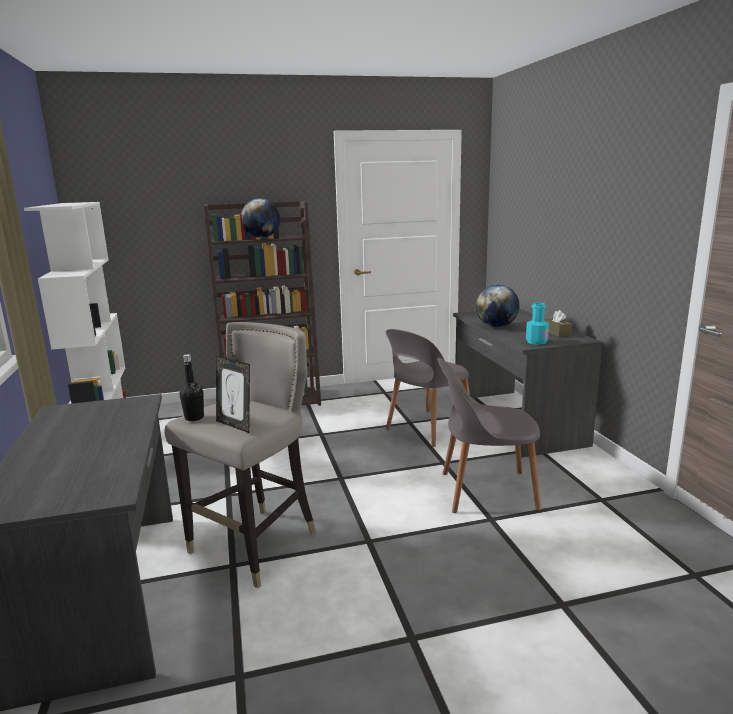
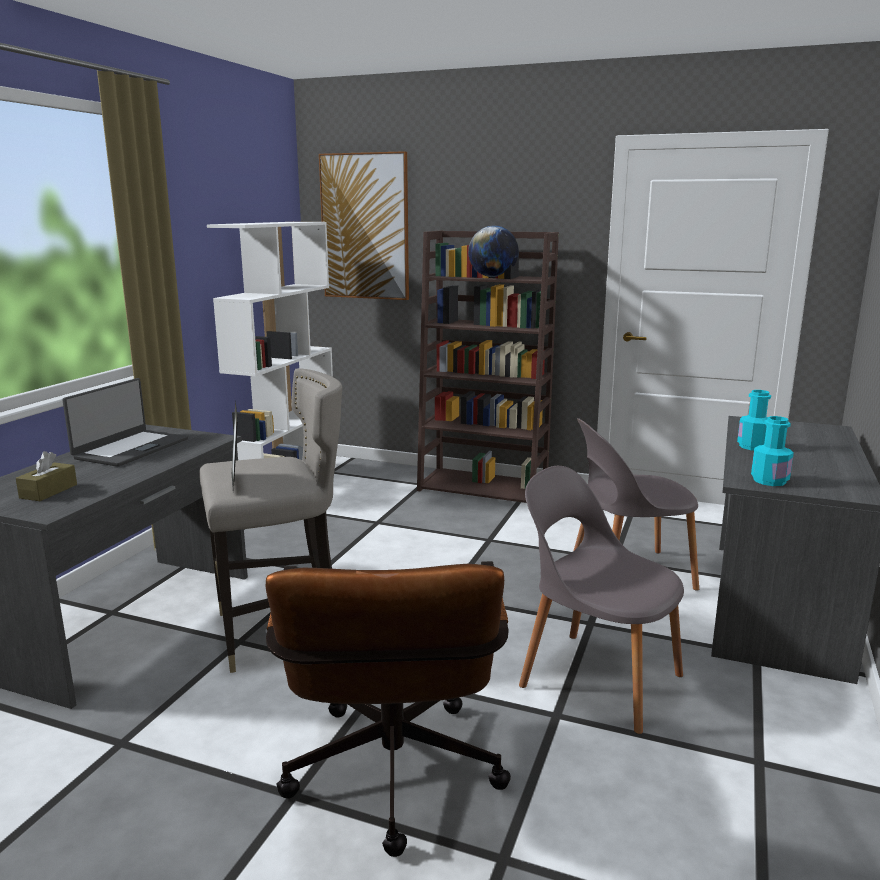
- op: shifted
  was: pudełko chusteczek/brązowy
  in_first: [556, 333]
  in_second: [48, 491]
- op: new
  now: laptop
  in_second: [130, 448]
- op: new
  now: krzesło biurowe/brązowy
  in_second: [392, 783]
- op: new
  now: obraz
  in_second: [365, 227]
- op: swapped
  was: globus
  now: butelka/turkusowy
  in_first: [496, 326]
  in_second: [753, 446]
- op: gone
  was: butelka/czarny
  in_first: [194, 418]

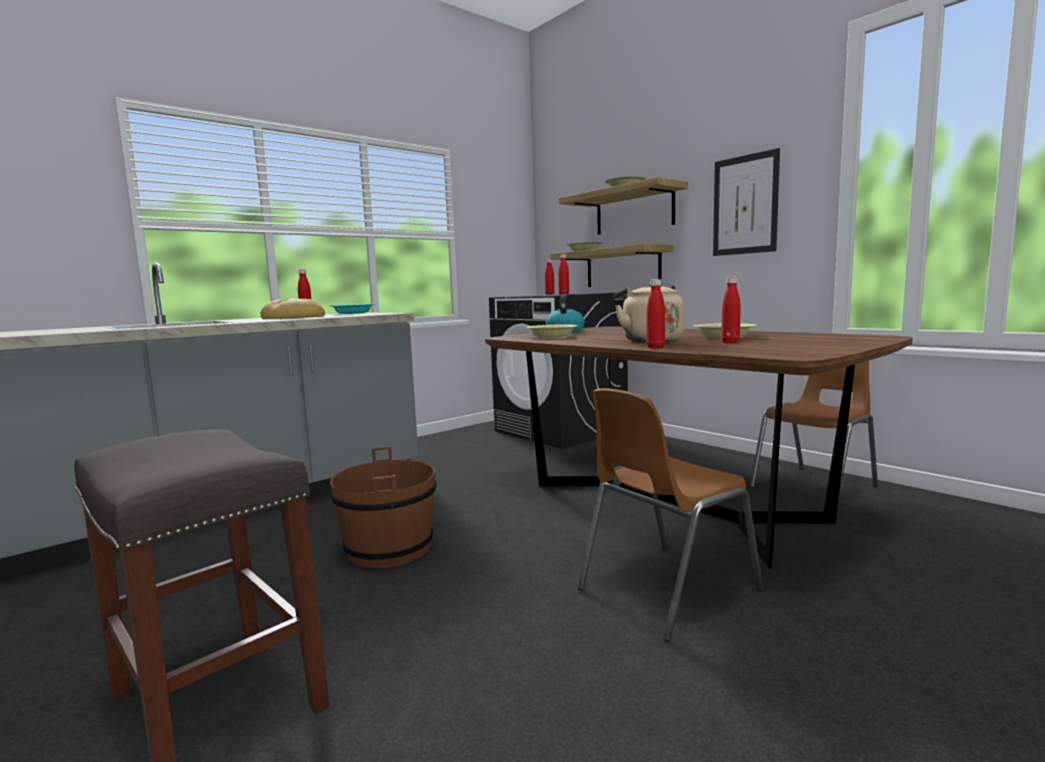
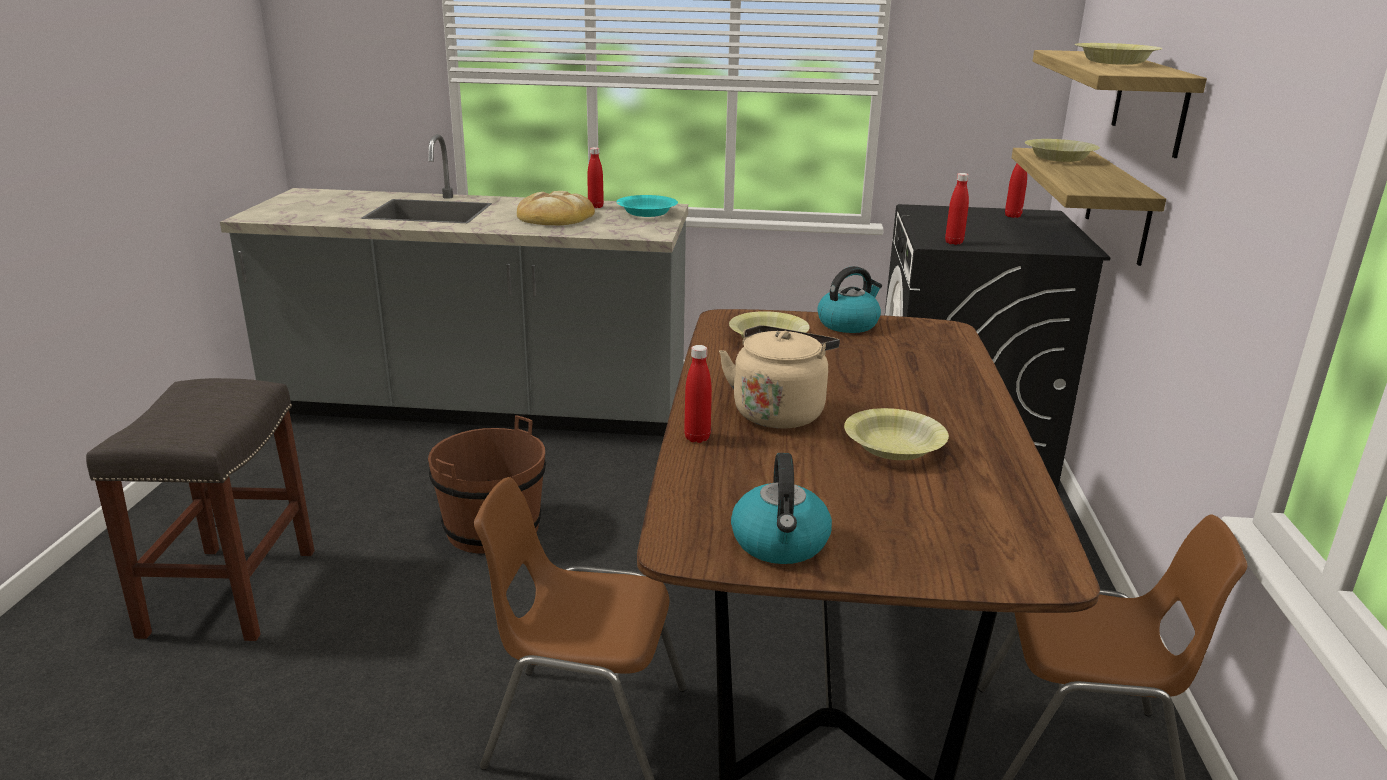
- op: new
  now: czajnik
  in_second: [780, 543]
- op: gone
  was: obraz
  in_first: [745, 205]
- op: gone
  was: butelka/czerwony
  in_first: [730, 342]

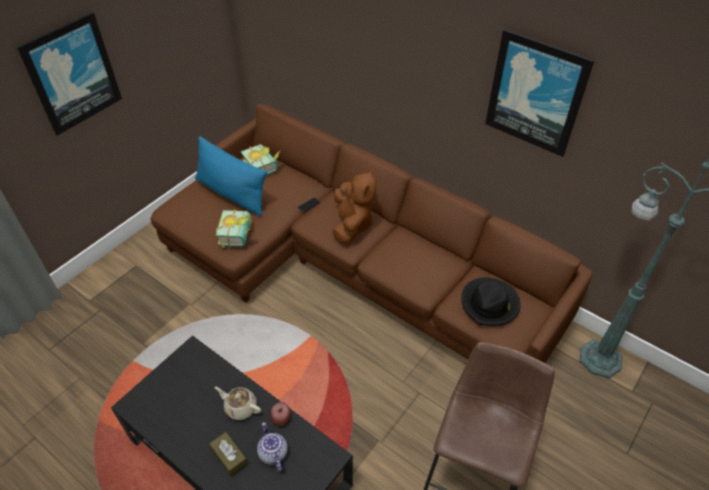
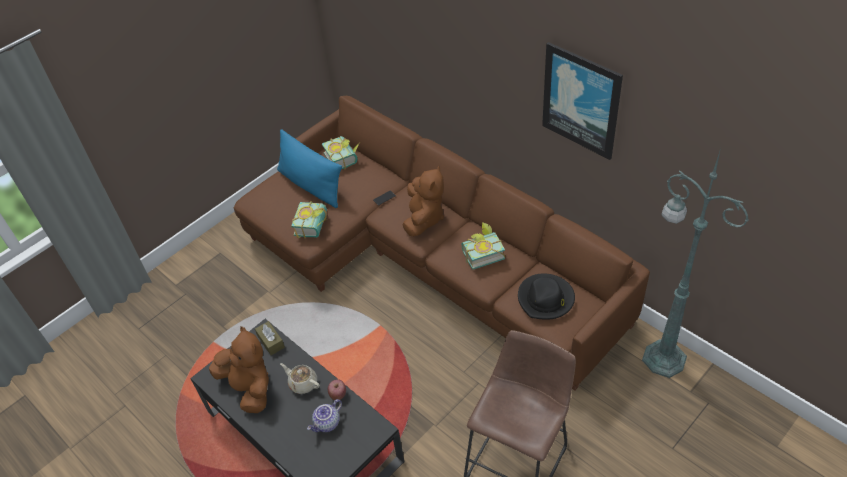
- op: new
  now: pluszak/brązowy
  in_second: [249, 388]
- op: shifted
  was: pudełko chusteczek/brązowy
  in_first: [229, 457]
  in_second: [271, 341]
- op: rotated
  was: imbryk
  in_first: [272, 453]
  in_second: [327, 424]
  clockwise: -120
- op: new
  now: książka
  in_second: [481, 253]
- op: gone
  was: obraz
  in_first: [72, 74]

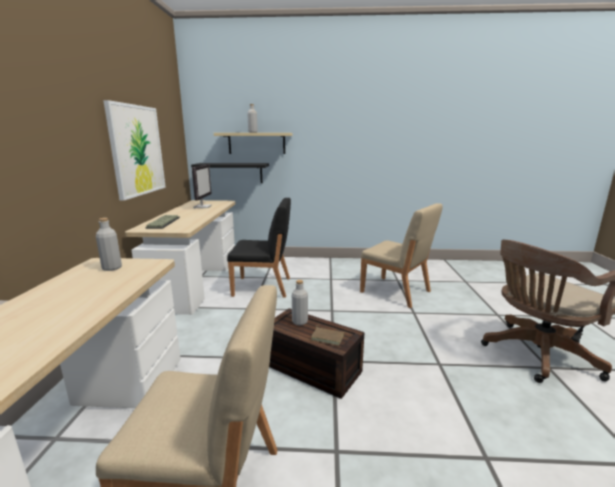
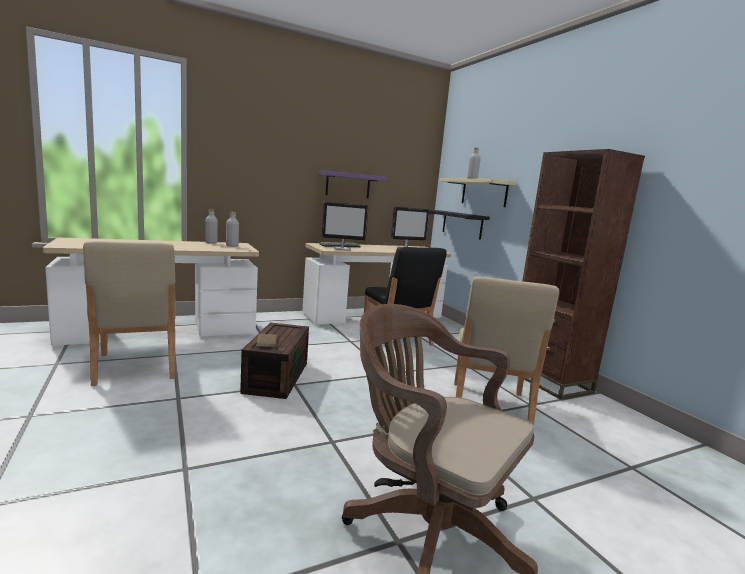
- op: shifted
  was: butelka/szary
  in_first: [299, 322]
  in_second: [211, 242]
- op: swapped
  was: obraz
  now: półka/fioletowy
  in_first: [137, 150]
  in_second: [348, 185]
- op: new
  now: monitor
  in_second: [342, 249]
- op: new
  now: regał/brązowy
  in_second: [548, 381]

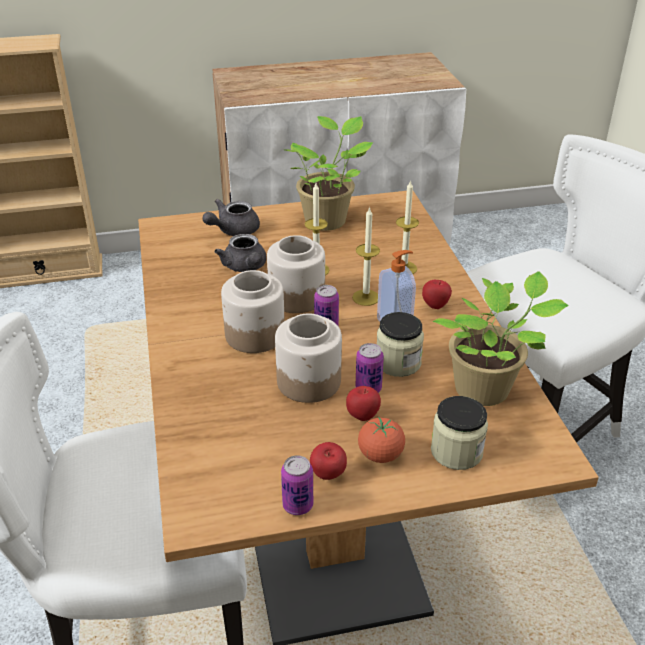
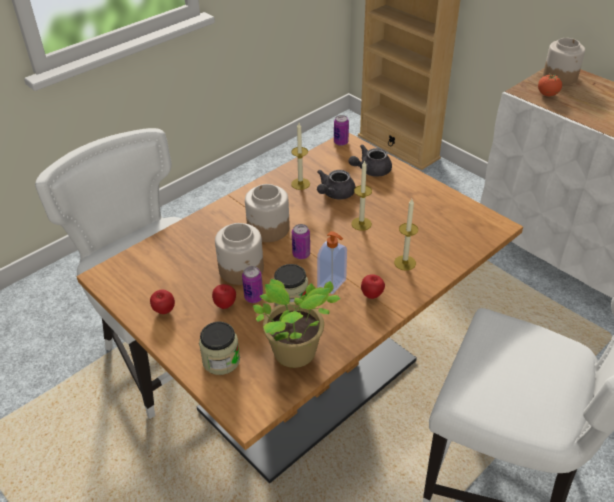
- op: shifted
  was: świeca
  in_first: [366, 297]
  in_second: [300, 184]
- op: shifted
  was: puszka
  in_first: [298, 505]
  in_second: [341, 142]
- op: rotated
  was: imbryk/szary
  in_first: [233, 231]
  in_second: [370, 170]
  clockwise: -45
- op: shifted
  was: pomidor
  in_first: [380, 455]
  in_second: [547, 94]
- op: shifted
  was: słoik
  in_first: [296, 297]
  in_second: [560, 76]
- op: gone
  was: roślina doniczkowa
  in_first: [327, 219]

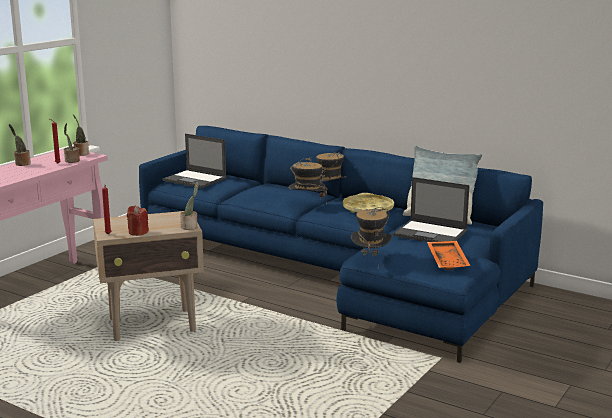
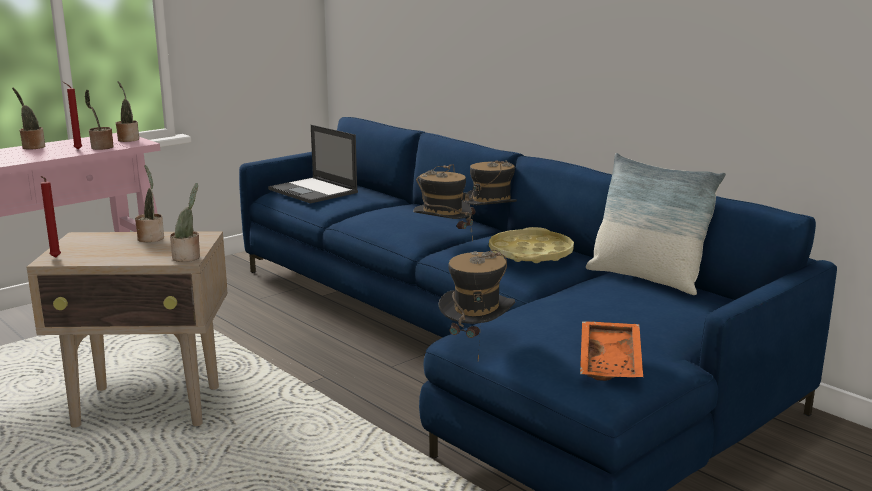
- op: new
  now: roślina doniczkowa
  in_second: [151, 238]
- op: gone
  was: świeca/czerwony
  in_first: [138, 232]
- op: gone
  was: laptop
  in_first: [431, 233]

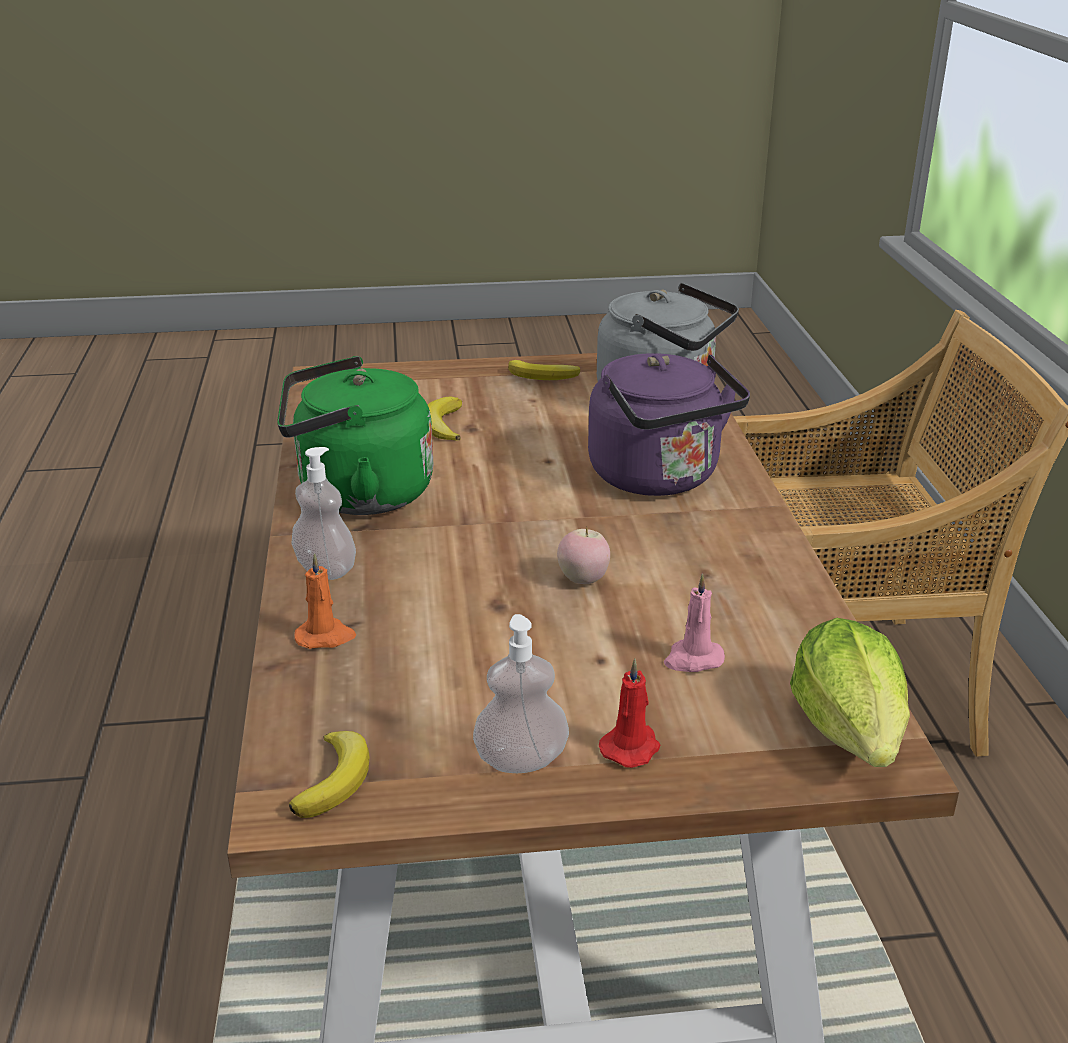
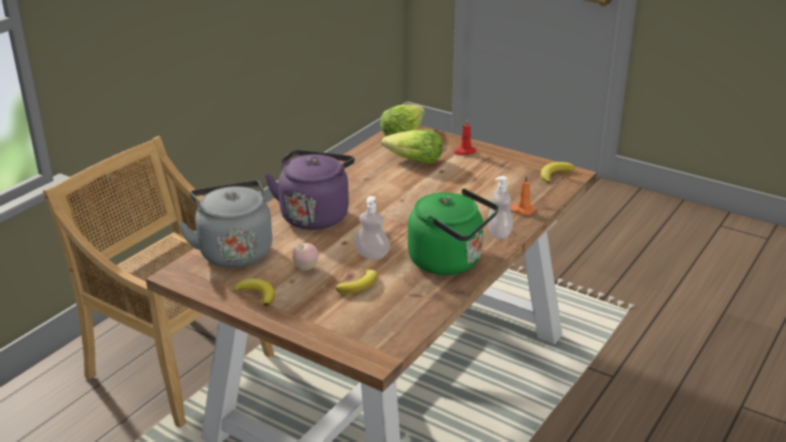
- op: shifted
  was: jabłko
  in_first: [583, 580]
  in_second: [306, 268]
- op: shifted
  was: dozownik mydła
  in_first: [521, 760]
  in_second: [372, 255]
- op: swapped
  was: świeca/różowy
  now: sałata
  in_first: [693, 659]
  in_second: [414, 161]

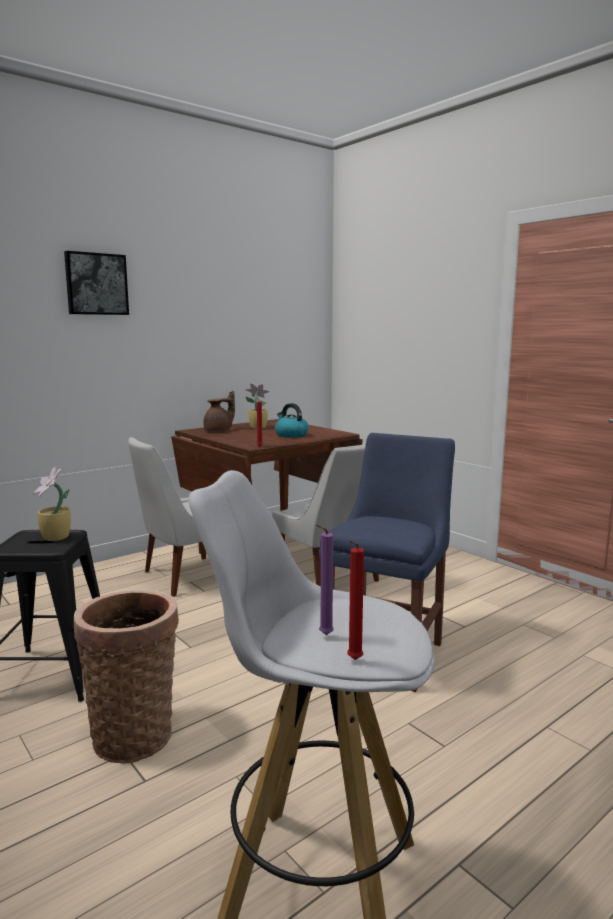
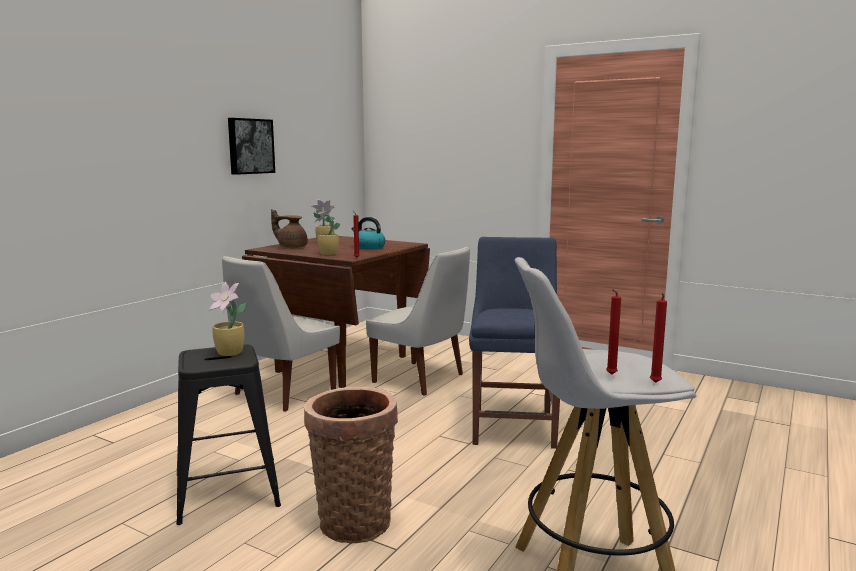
- op: shifted
  was: obraz
  in_first: [96, 284]
  in_second: [250, 146]
- op: rotated
  was: imbryk/brązowy
  in_first: [219, 430]
  in_second: [291, 247]
  clockwise: -105
- op: new
  now: roślina doniczkowa
  in_second: [328, 253]
- op: repainted
  was: świeca/fioletowy
  now: świeca/czerwony
  in_first: [323, 635]
  in_second: [610, 375]

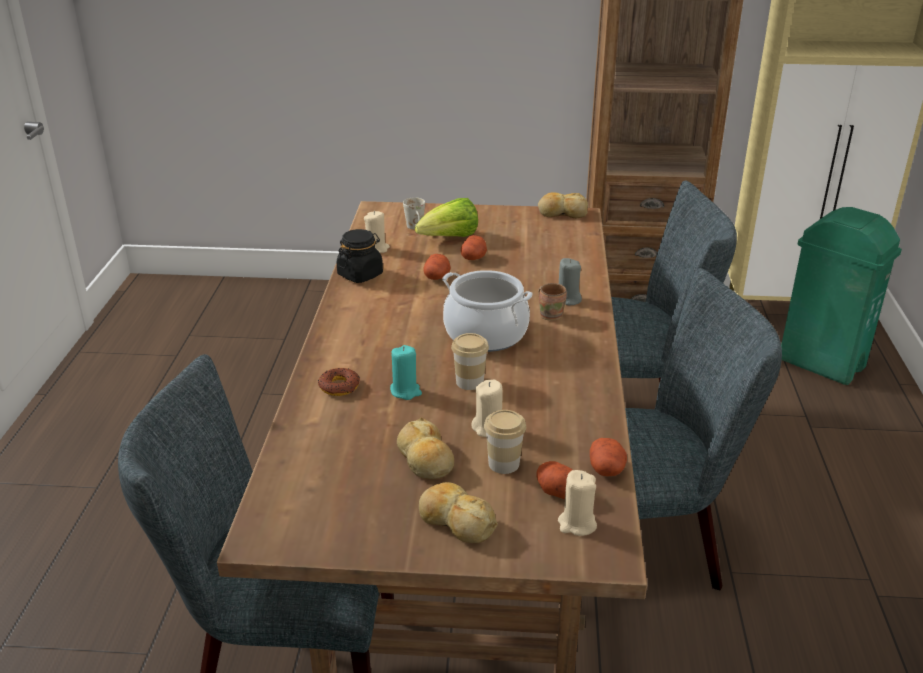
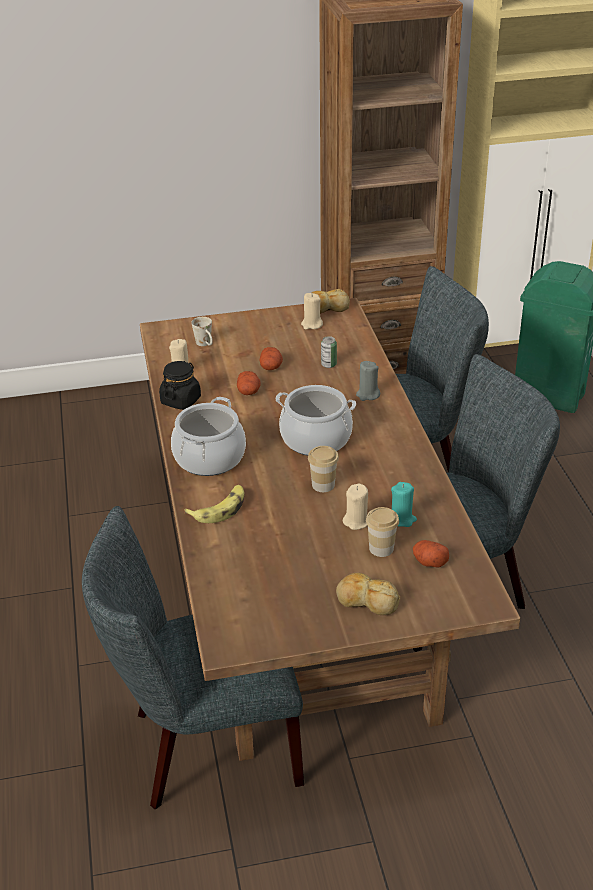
- op: new
  now: garnek
  in_second: [210, 458]
- op: swapped
  was: donut
  now: banan
  in_first: [339, 386]
  in_second: [220, 509]
- op: shifted
  was: świeca/beżowy
  in_first: [577, 524]
  in_second: [311, 324]
- op: new
  now: puszka
  in_second: [328, 365]
- op: shifted
  was: świeca/turkusowy
  in_first: [405, 391]
  in_second: [402, 519]
- op: gone
  was: chleb
  in_first: [425, 459]
- op: gone
  was: sałata
  in_first: [449, 238]
- op: gone
  was: kubek/brązowy
  in_first: [551, 315]
- op: gone
  was: ziemniak
  in_first: [607, 469]

